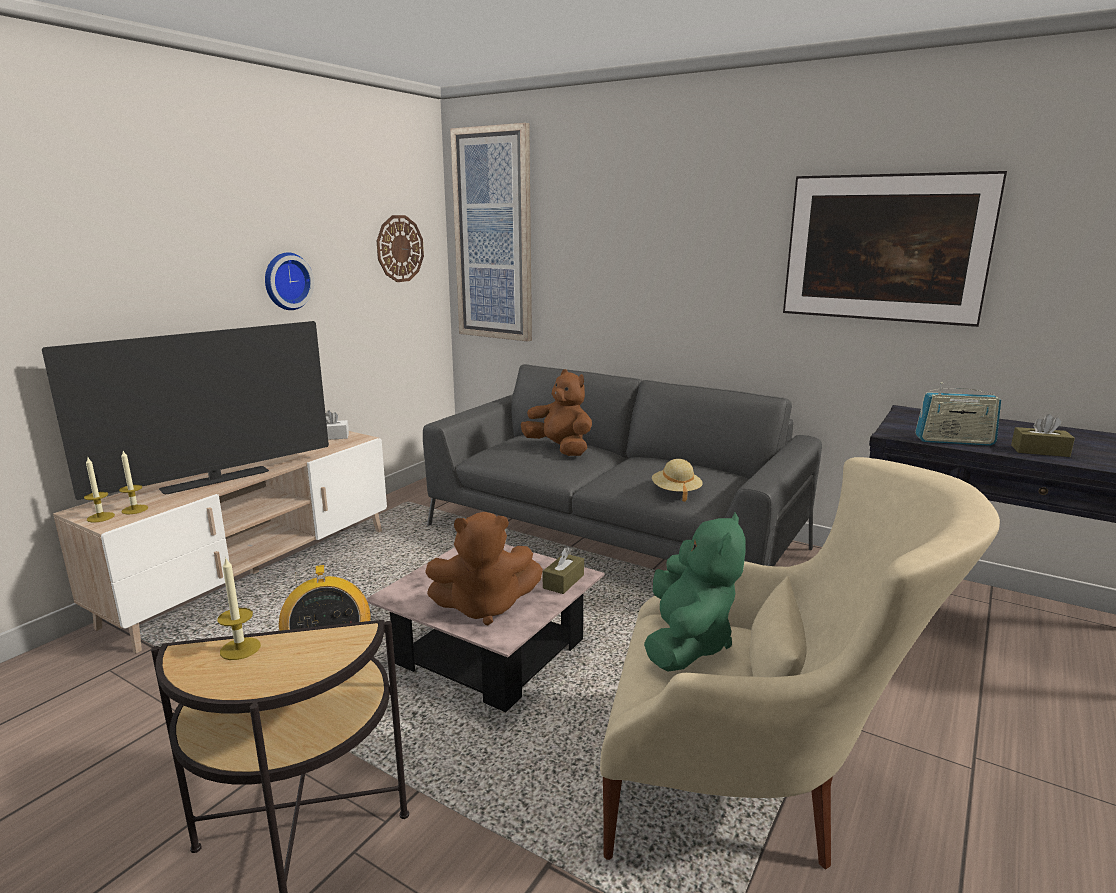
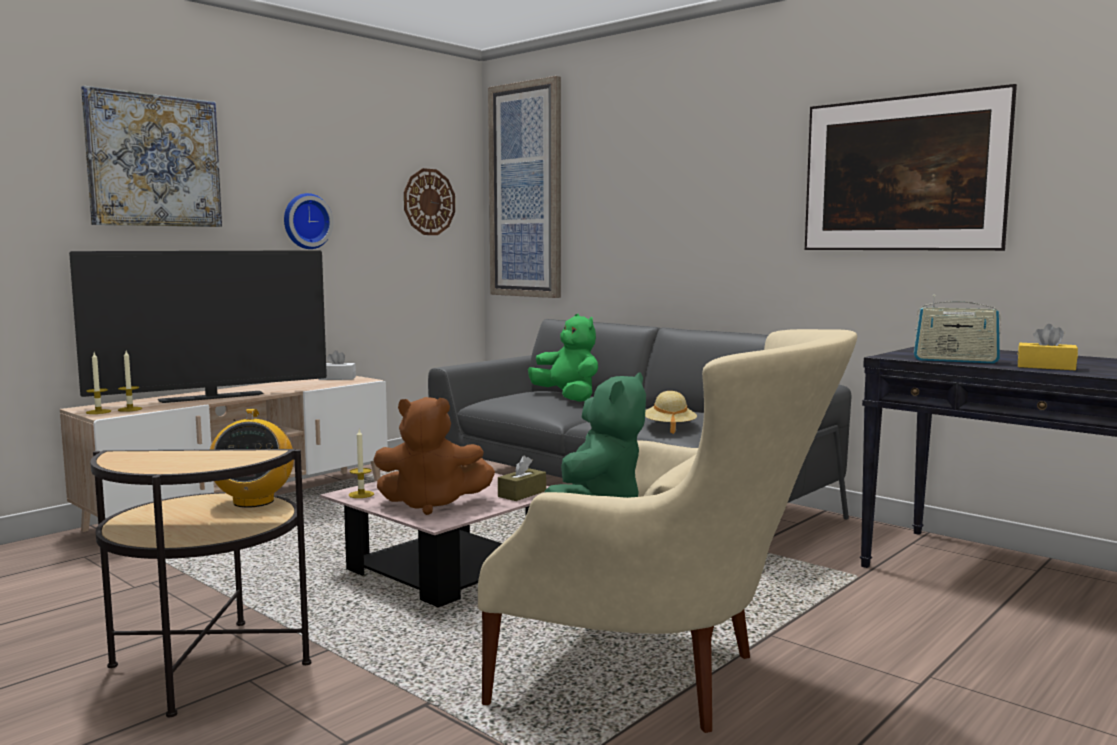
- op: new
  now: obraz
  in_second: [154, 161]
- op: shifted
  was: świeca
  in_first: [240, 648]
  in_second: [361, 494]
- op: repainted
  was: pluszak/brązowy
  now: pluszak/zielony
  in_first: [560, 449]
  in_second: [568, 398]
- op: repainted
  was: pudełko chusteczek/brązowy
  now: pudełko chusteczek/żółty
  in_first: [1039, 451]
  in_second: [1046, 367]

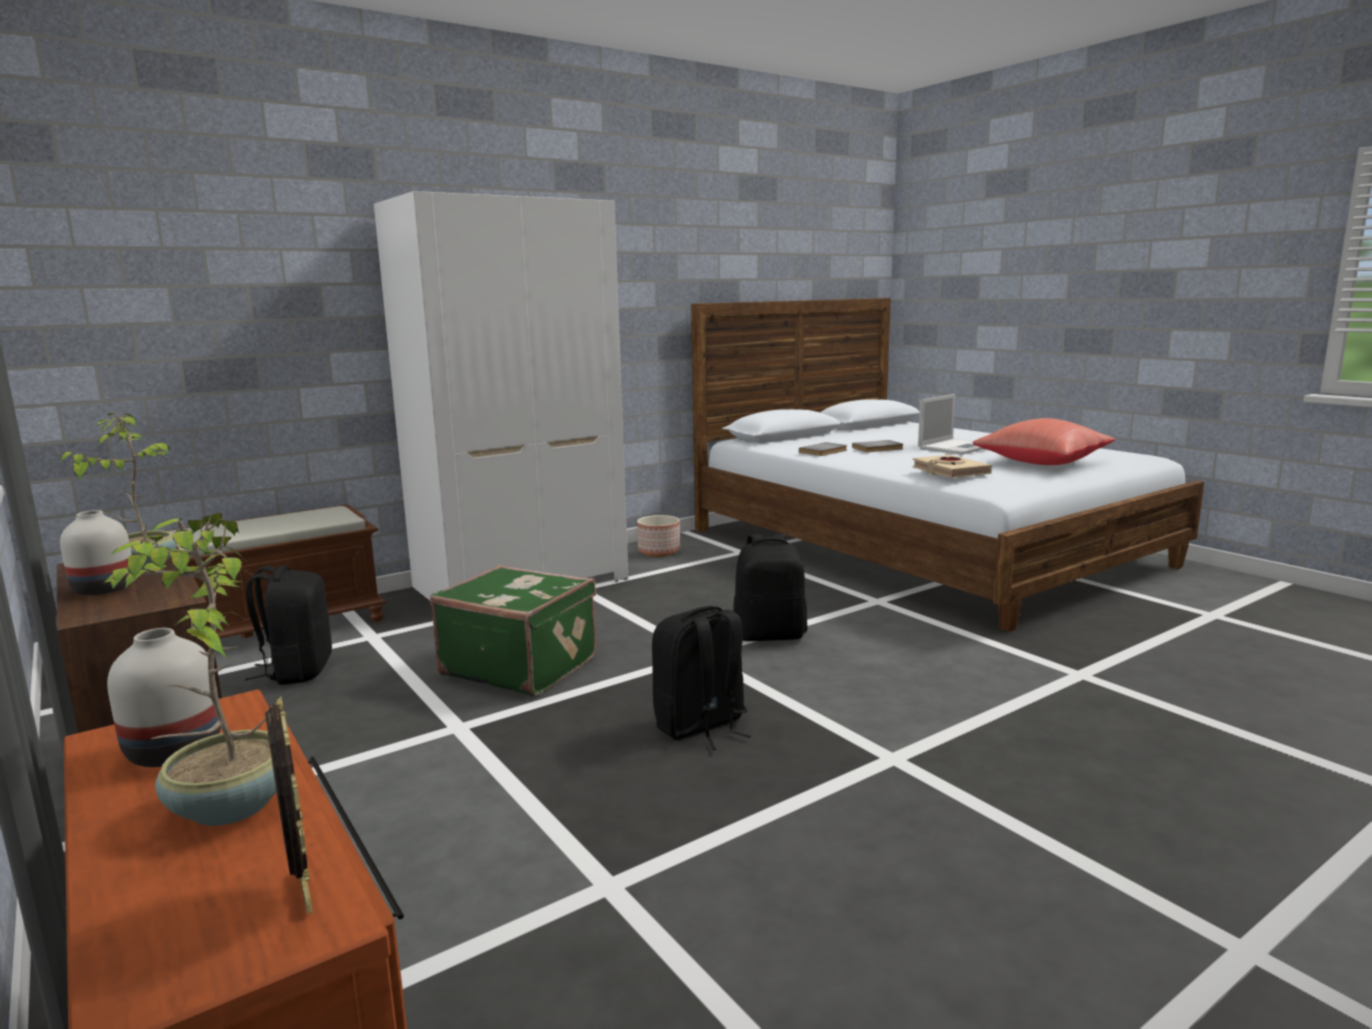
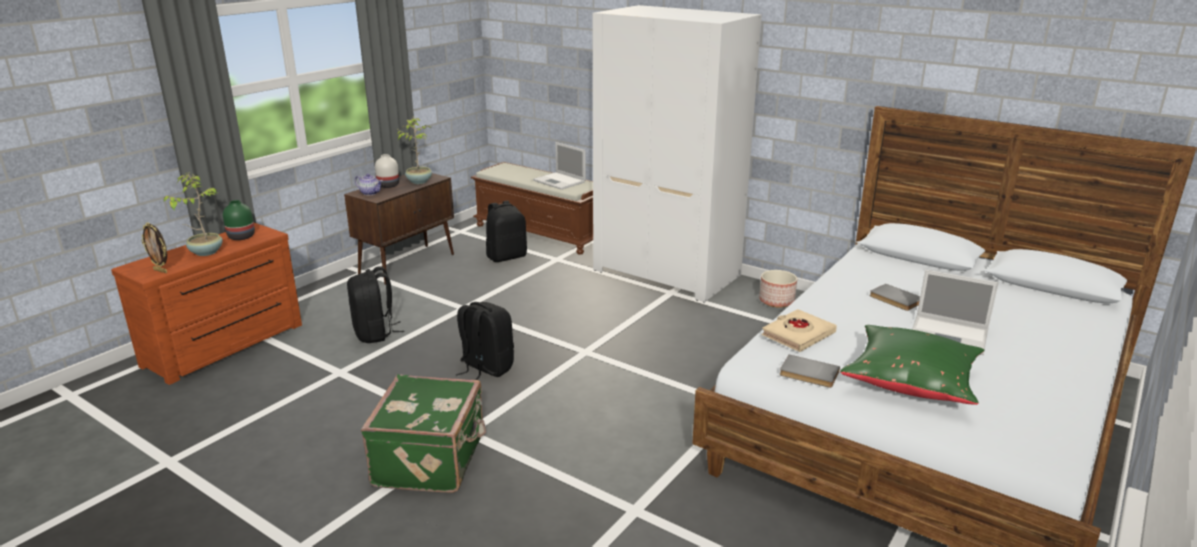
- op: rotated
  was: ramka na zdjęcie
  in_first: [302, 892]
  in_second: [161, 271]
  clockwise: 75
- op: repainted
  was: wazon/biały
  now: wazon/zielony
  in_first: [177, 749]
  in_second: [242, 237]
- op: shifted
  was: plecak/czarny
  in_first: [770, 635]
  in_second: [375, 333]
- op: new
  now: imbryk
  in_second: [370, 193]
- op: shifted
  was: walizka/zielony
  in_first: [520, 665]
  in_second: [432, 460]
- op: new
  now: laptop
  in_second: [560, 181]
- op: shifted
  was: książka/szary
  in_first: [824, 451]
  in_second: [808, 374]
- op: repainted
  was: poduszka/czerwony
  now: poduszka/zielony
  in_first: [1040, 463]
  in_second: [911, 382]

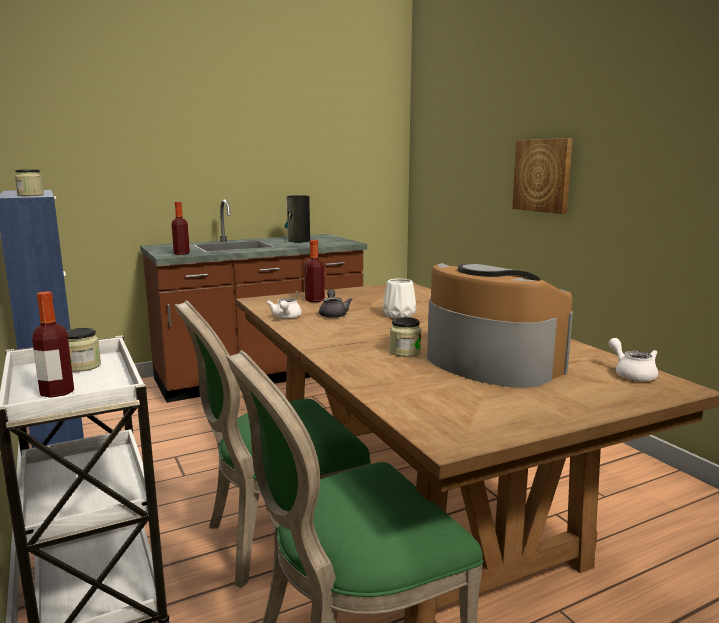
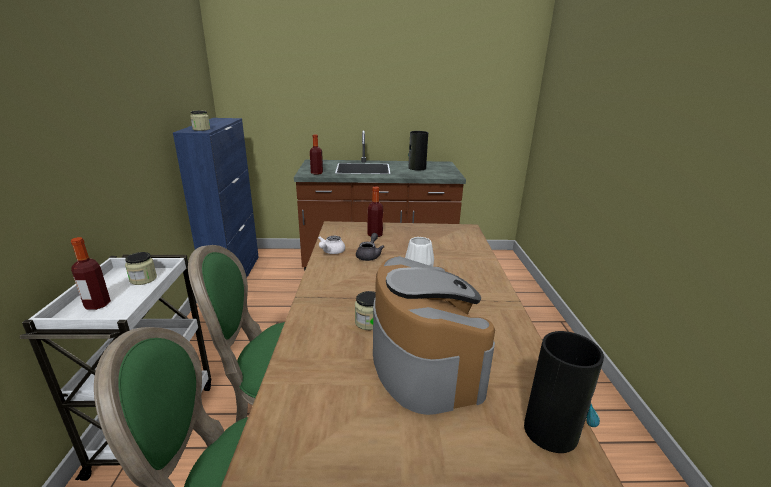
- op: swapped
  was: imbryk/biały
  now: wazon
  in_first: [632, 374]
  in_second: [551, 431]
- op: gone
  was: obraz
  in_first: [543, 175]

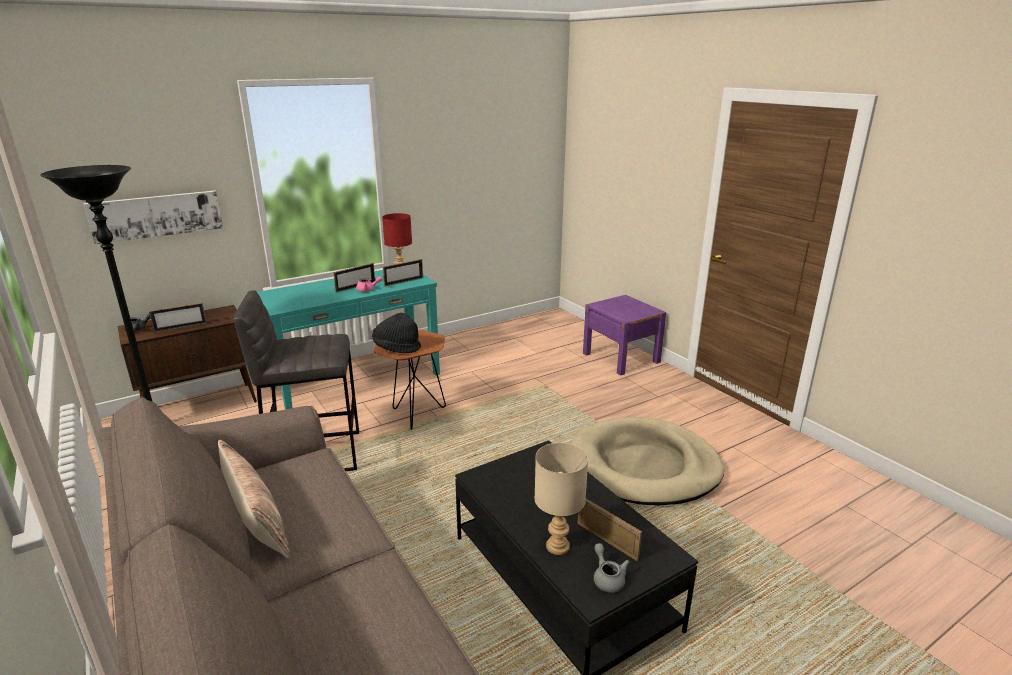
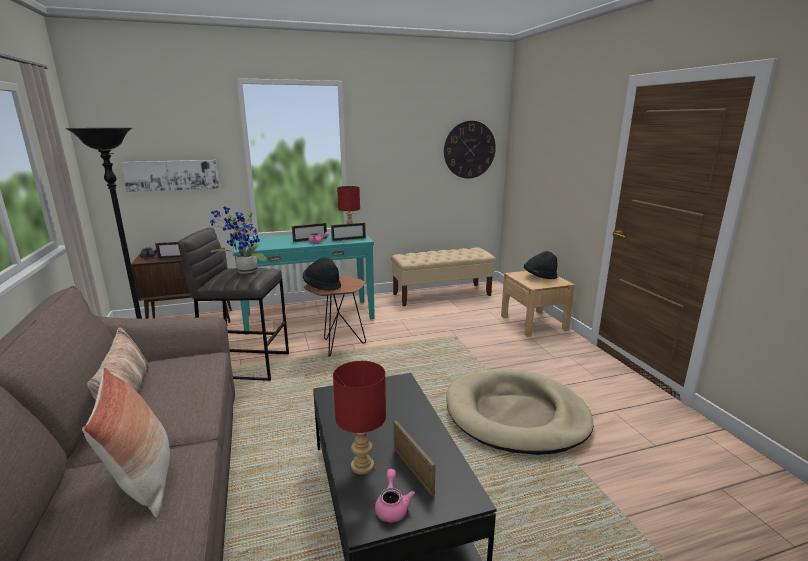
- op: new
  now: poduszka
  in_second: [144, 481]
- op: new
  now: roślina doniczkowa
  in_second: [245, 272]
- op: repainted
  was: lampa stołowa/beżowy
  now: lampa stołowa/czerwony
  in_first: [558, 546]
  in_second: [363, 466]
- op: repainted
  was: imbryk/szary
  now: imbryk/różowy
  in_first: [607, 578]
  in_second: [392, 506]
- op: new
  now: ławka/beżowy
  in_second: [442, 294]
- op: new
  now: zegar ścienny
  in_second: [469, 150]
- op: repainted
  was: szafka nocna/fioletowy
  now: szafka nocna/beżowy
  in_first: [621, 358]
  in_second: [533, 323]
- op: new
  now: kapelusz/czarny
  in_second: [539, 277]

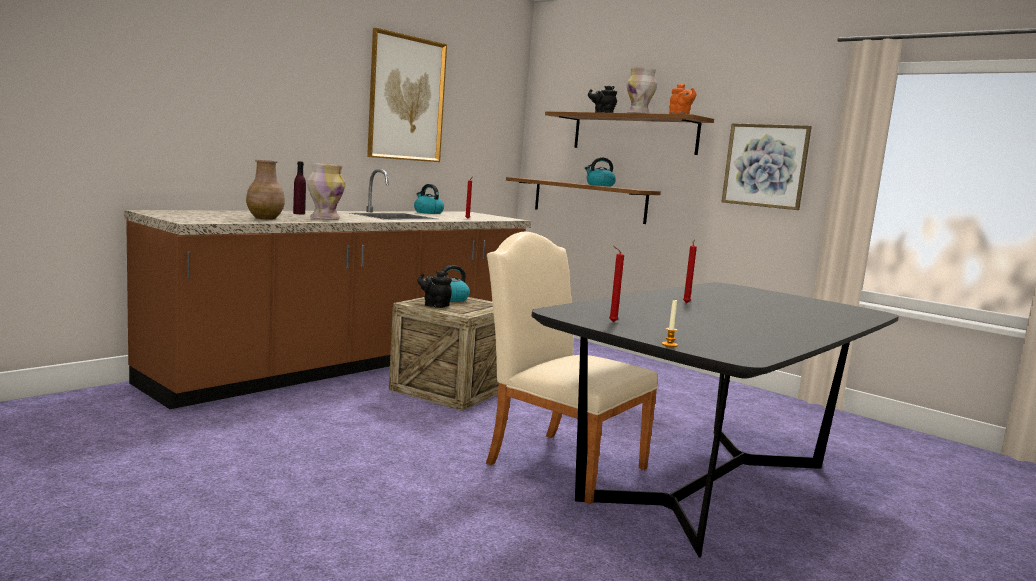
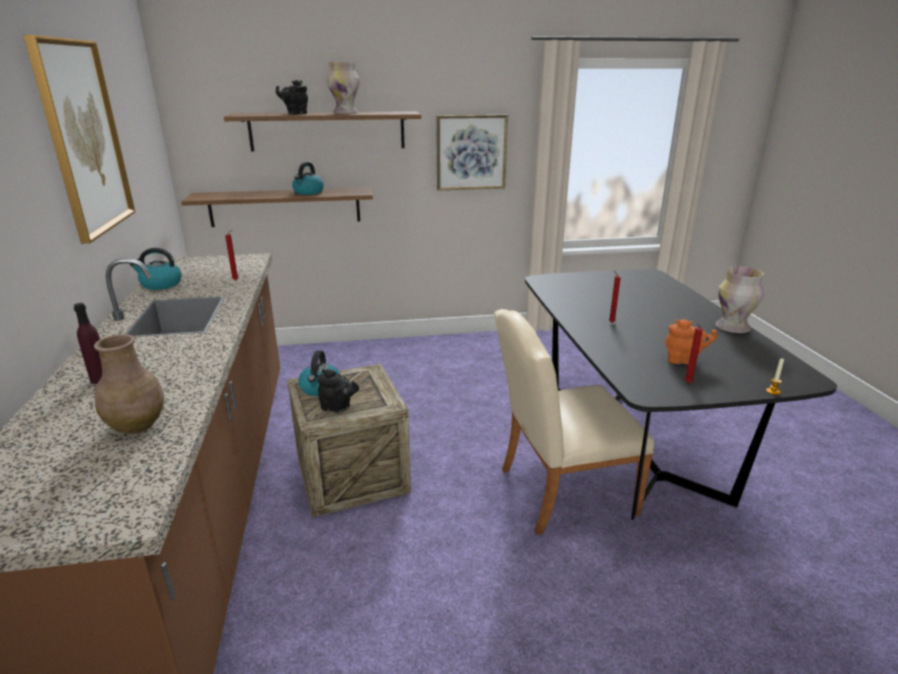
- op: rotated
  was: imbryk/czarny
  in_first: [435, 305]
  in_second: [338, 408]
  clockwise: -135
- op: shifted
  was: imbryk/pomarańczowy
  in_first: [680, 115]
  in_second: [684, 360]
- op: shifted
  was: wazon
  in_first: [324, 218]
  in_second: [732, 328]

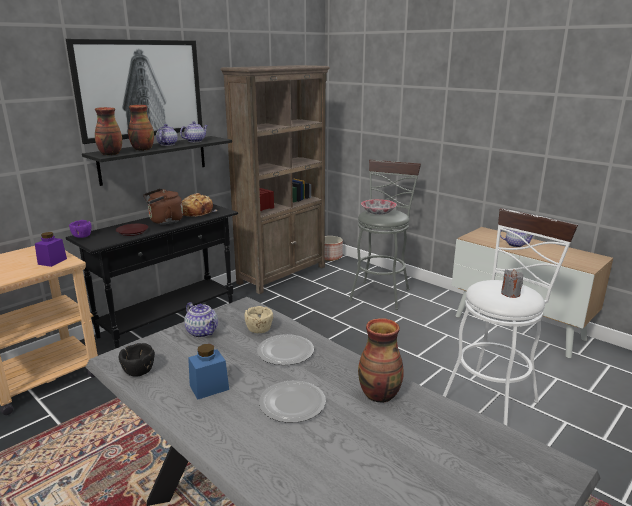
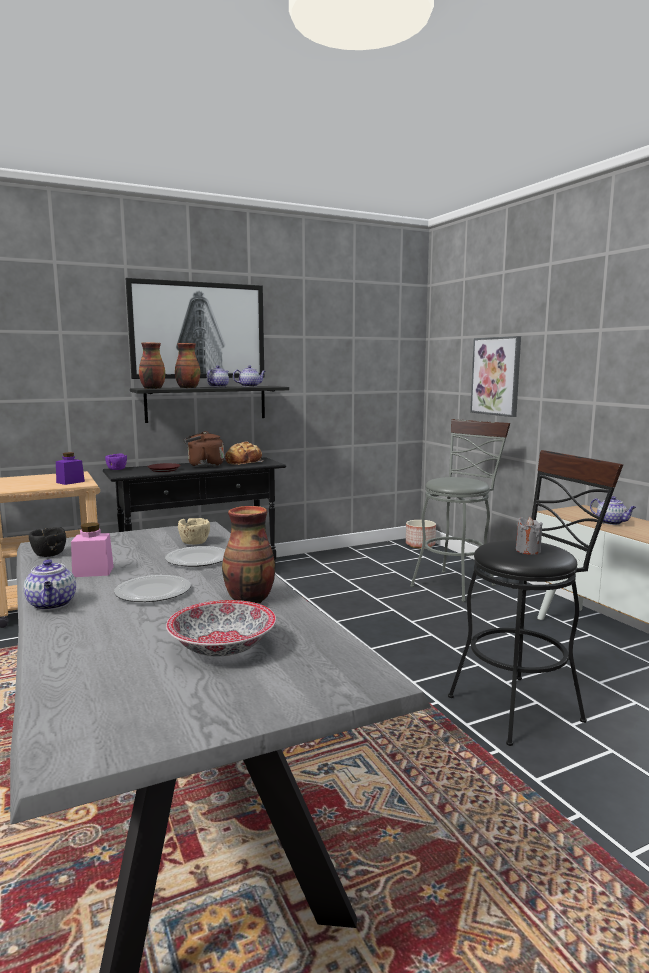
- op: shifted
  was: imbryk
  in_first: [203, 332]
  in_second: [52, 604]
- op: repainted
  was: słoik/niebieski
  now: słoik/różowy
  in_first: [209, 387]
  in_second: [93, 571]
- op: shifted
  was: miska
  in_first: [378, 213]
  in_second: [222, 647]
- op: repainted
  was: stołek/biały
  now: stołek/czarny
  in_first: [493, 398]
  in_second: [523, 705]
- op: new
  now: obraz
  in_second: [496, 376]
- op: gone
  was: regał/brązowy
  in_first: [282, 274]

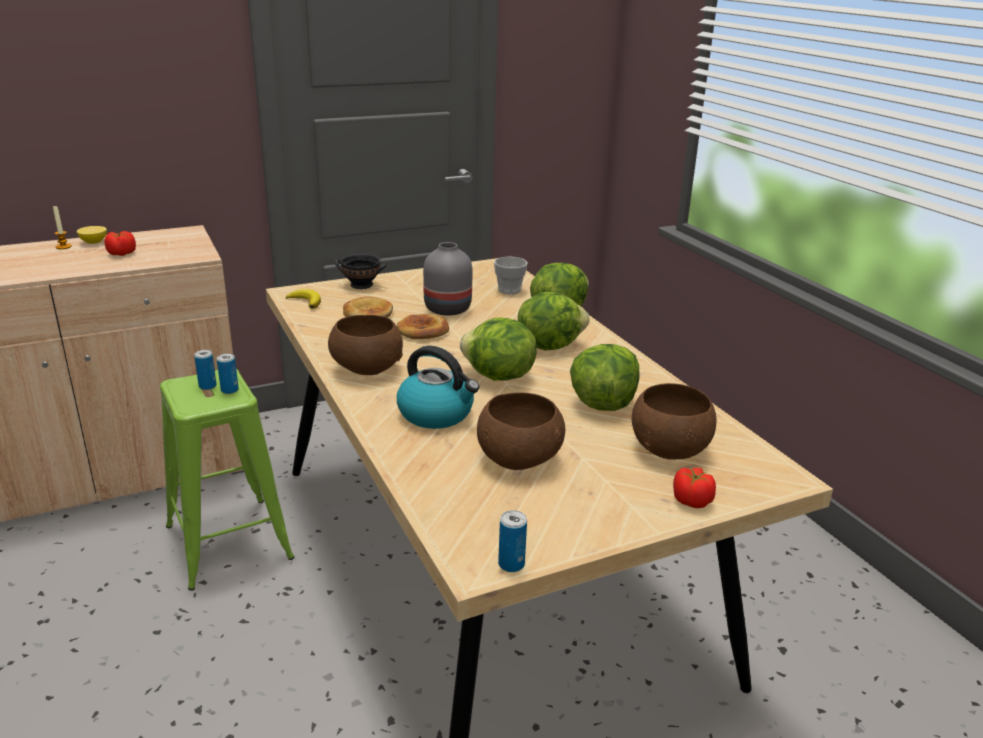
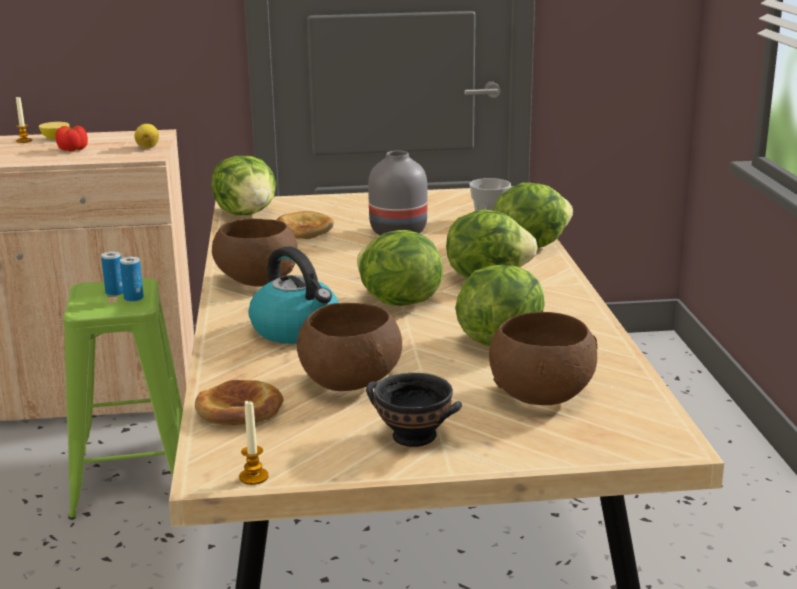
- op: new
  now: cytryna
  in_second: [148, 147]
- op: shifted
  was: chleb
  in_first: [422, 331]
  in_second: [240, 410]
- op: swapped
  was: banan
  now: sałata
  in_first: [306, 301]
  in_second: [247, 213]
- op: swapped
  was: puszka
  now: świeca
  in_first: [511, 564]
  in_second: [253, 477]
- op: shifted
  was: miska/czarny
  in_first: [362, 285]
  in_second: [415, 437]
- op: gone
  was: pomidor
  in_first: [691, 501]

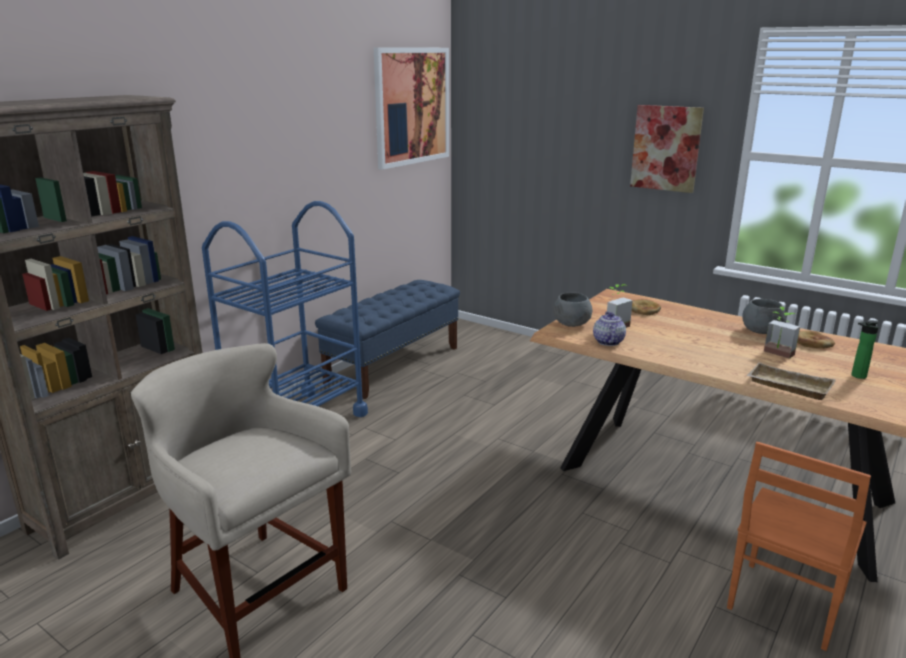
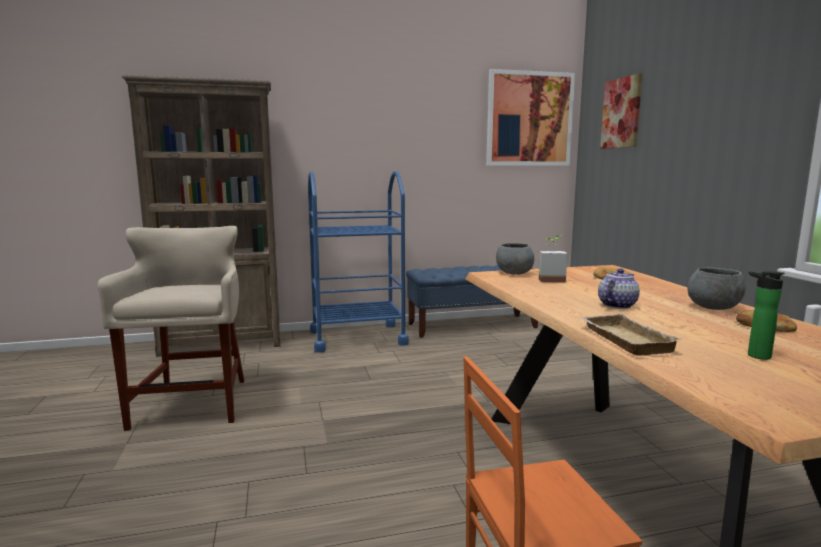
- op: shifted
  was: imbryk
  in_first: [607, 341]
  in_second: [617, 305]
- op: shifted
  was: obraz
  in_first: [666, 148]
  in_second: [621, 113]
- op: gone
  was: roślina doniczkowa
  in_first: [776, 354]

